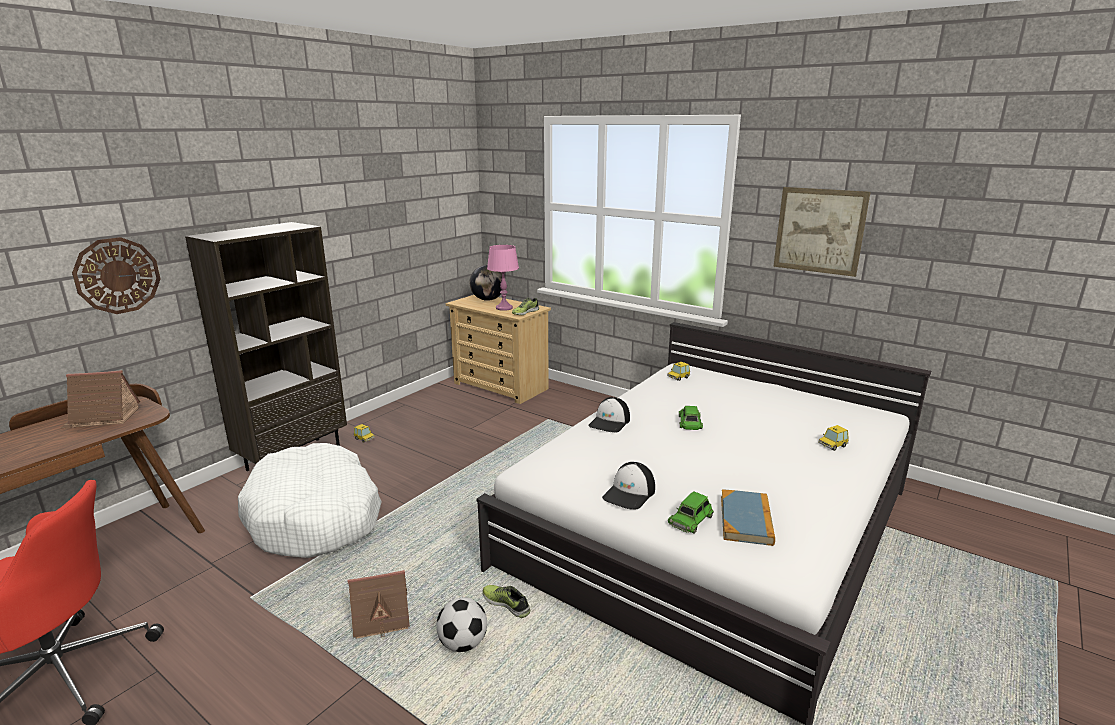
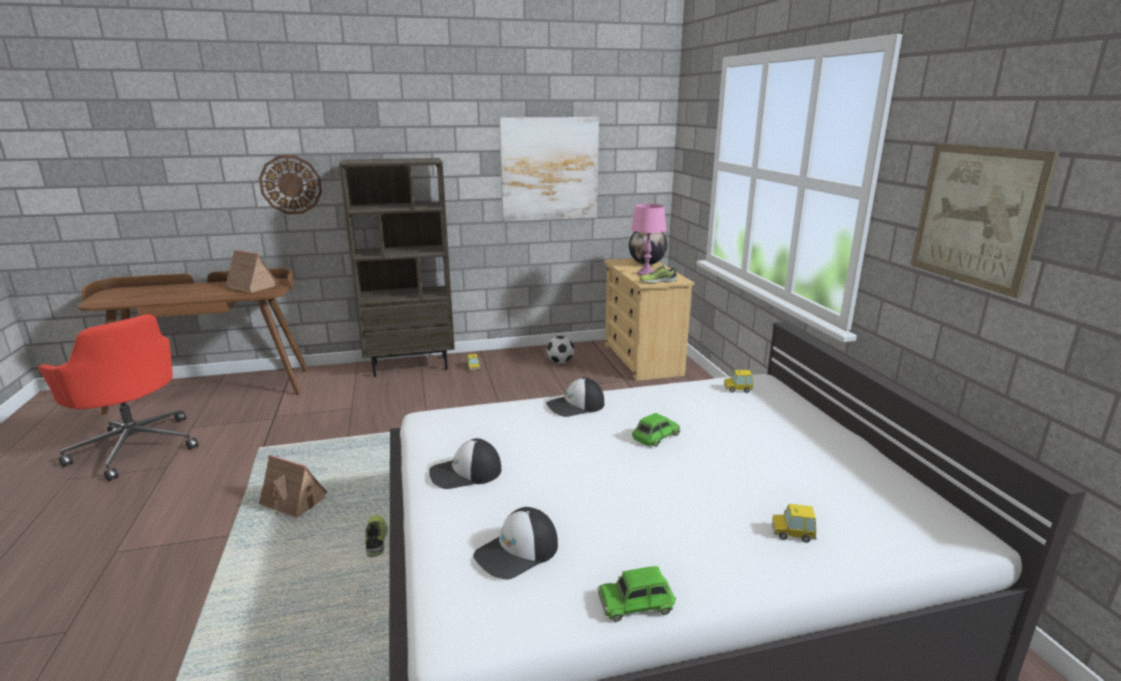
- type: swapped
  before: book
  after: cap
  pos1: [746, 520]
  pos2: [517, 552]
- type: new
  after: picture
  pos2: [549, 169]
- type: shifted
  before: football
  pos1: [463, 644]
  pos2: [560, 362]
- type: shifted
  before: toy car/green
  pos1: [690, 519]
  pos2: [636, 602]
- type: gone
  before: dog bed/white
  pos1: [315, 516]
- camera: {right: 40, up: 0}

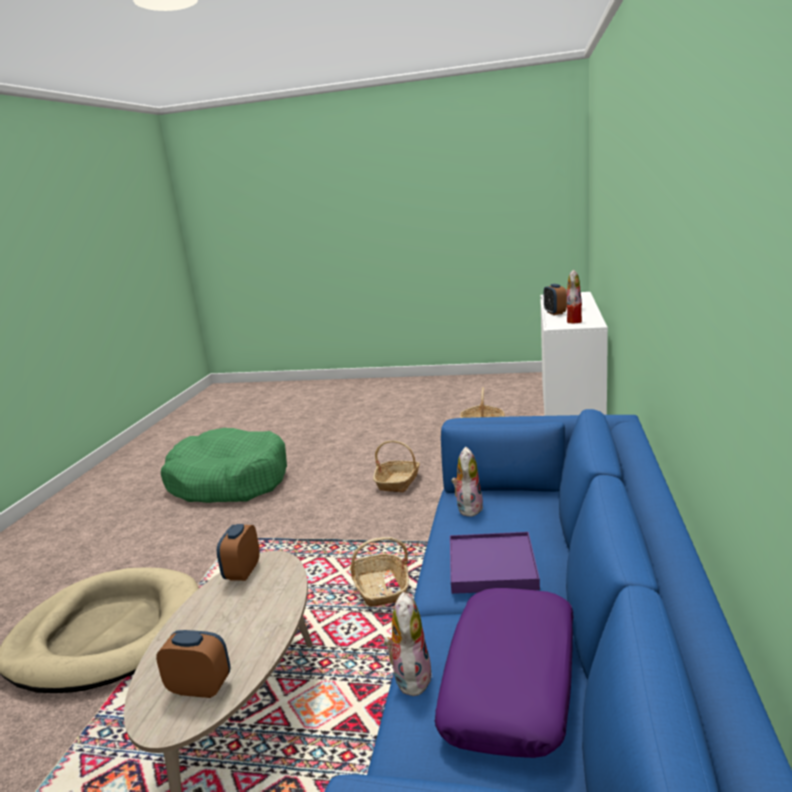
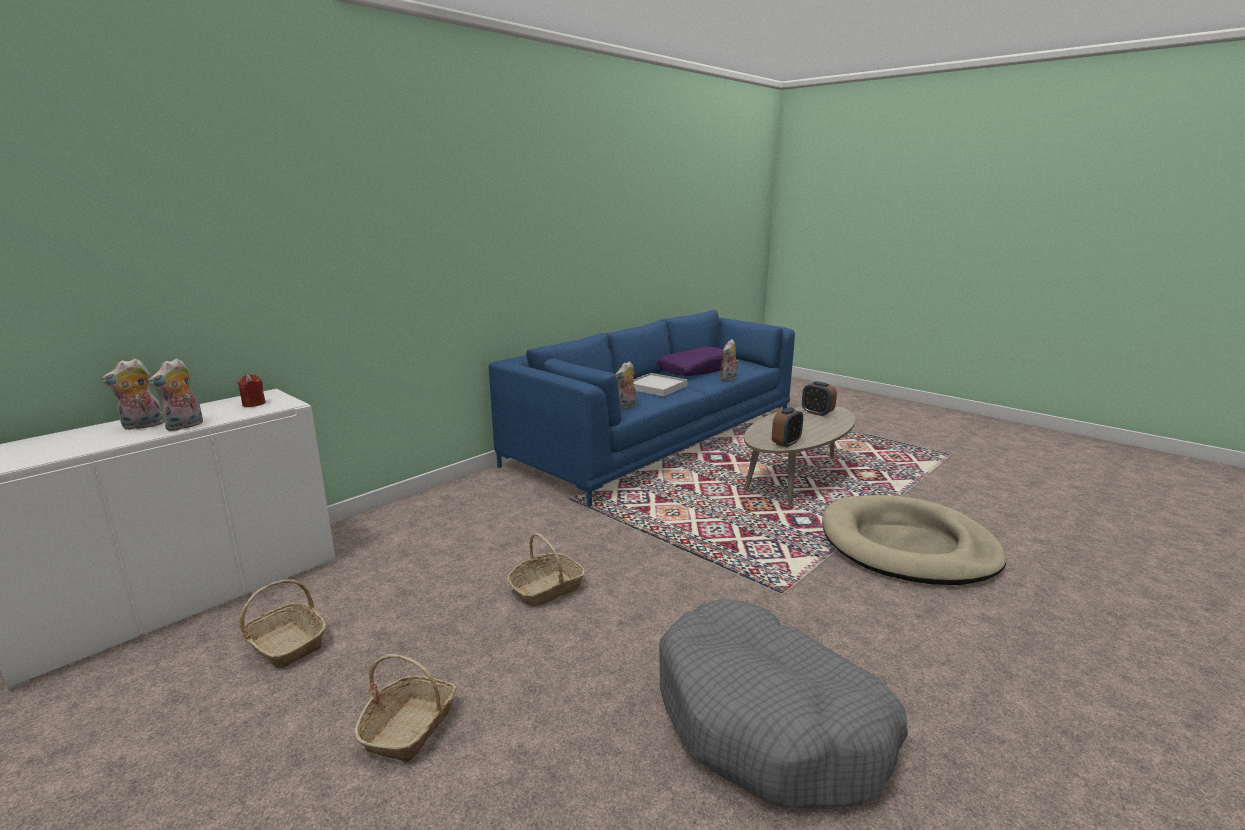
- type: swapped
  before: alarm clock
  after: plush toy
  pos1: [555, 313]
  pos2: [185, 426]
- type: shifted
  before: basket
  pos1: [381, 588]
  pos2: [410, 727]
- type: repainted
  before: tray/purple
  after: tray/white
  pos1: [492, 566]
  pos2: [656, 387]
- type: repainted
  before: dog bed/green
  after: dog bed/grey
  pos1: [229, 481]
  pos2: [769, 722]
- camera: {right: -150, up: 0}

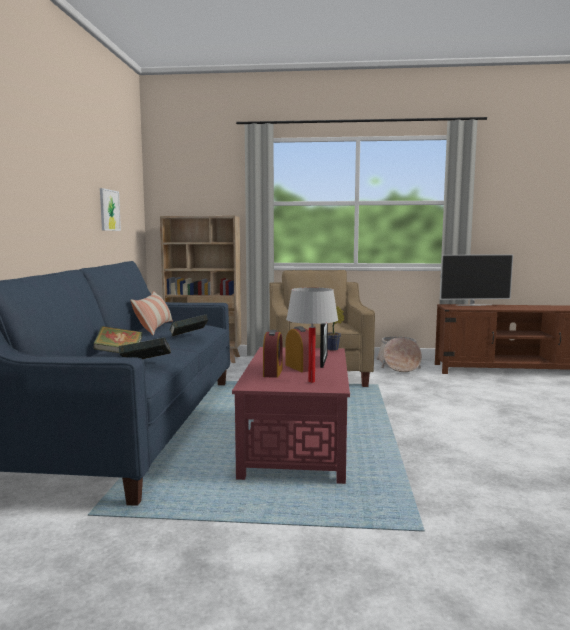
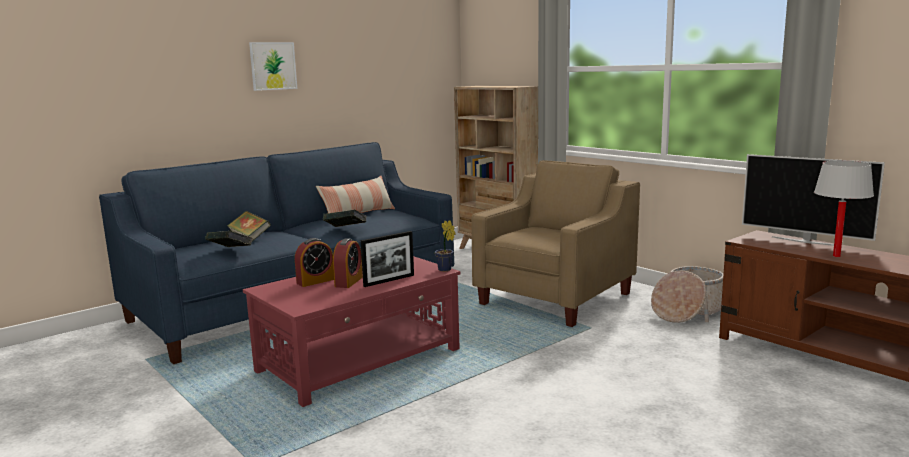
- type: shifted
  before: picture
  pos1: [109, 210]
  pos2: [273, 66]
- type: shifted
  before: table lamp/white
  pos1: [311, 381]
  pos2: [836, 256]
- camera: {right: 45, up: 5}

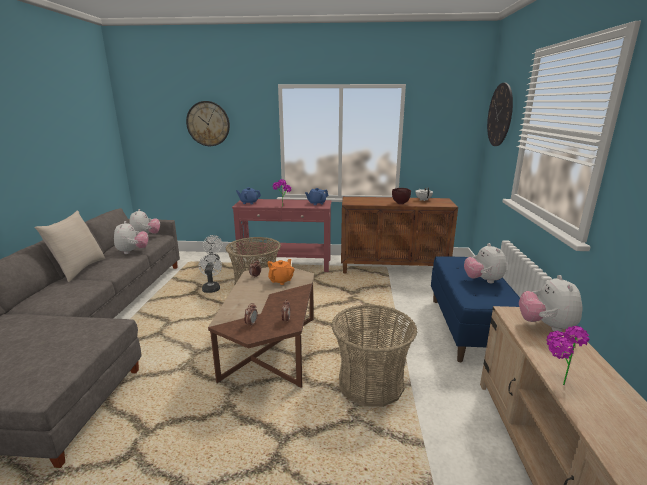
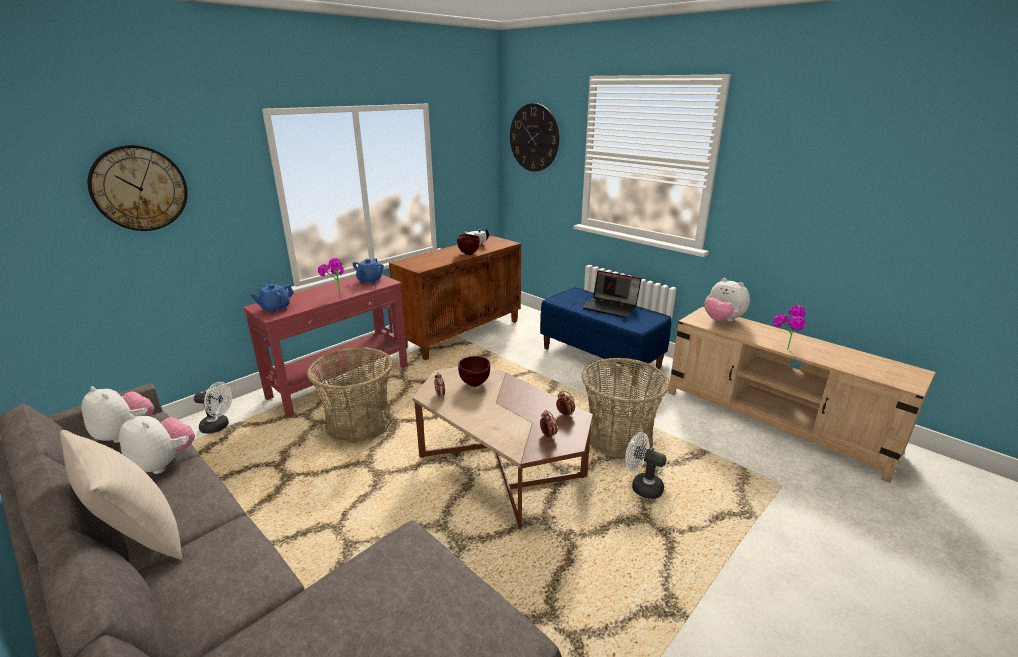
- type: swapped
  before: teapot/orange
  after: bowl/brown
  pos1: [281, 280]
  pos2: [475, 385]
- type: swapped
  before: plush toy
  after: laptop
  pos1: [483, 280]
  pos2: [611, 307]
- type: shifted
  before: fan/white
  pos1: [211, 288]
  pos2: [642, 486]
- camera: {right: -50, up: 5}

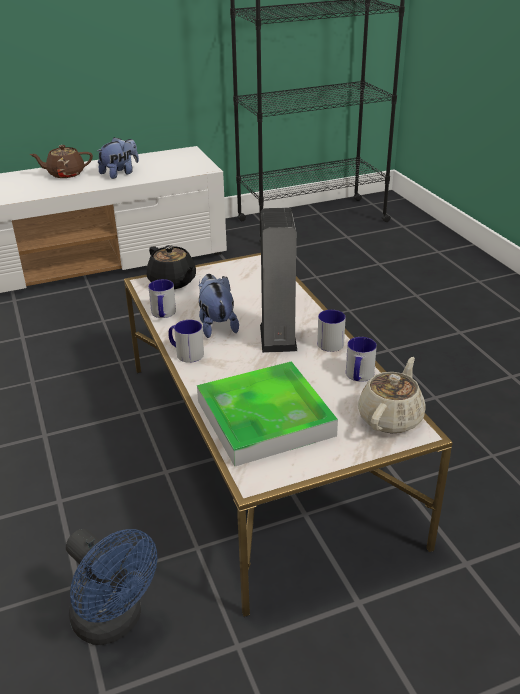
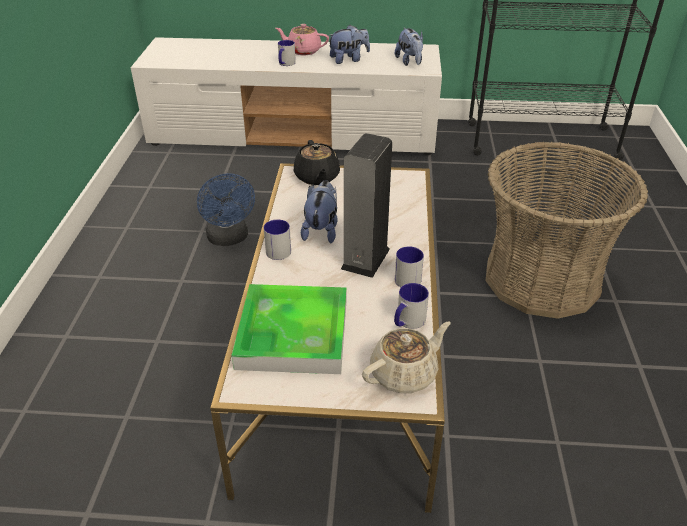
- type: shifted
  before: fan/blue
  pos1: [114, 622]
  pos2: [229, 239]
- type: repainted
  before: teapot/brown
  after: teapot/pink
  pos1: [65, 174]
  pos2: [303, 51]
- type: shifted
  before: mug
  pos1: [163, 314]
  pos2: [285, 64]
- type: new
  after: plush toy
  pos2: [410, 62]
- type: new
  after: basket
  pos2: [541, 279]
- camera: {right: 25, up: 5}

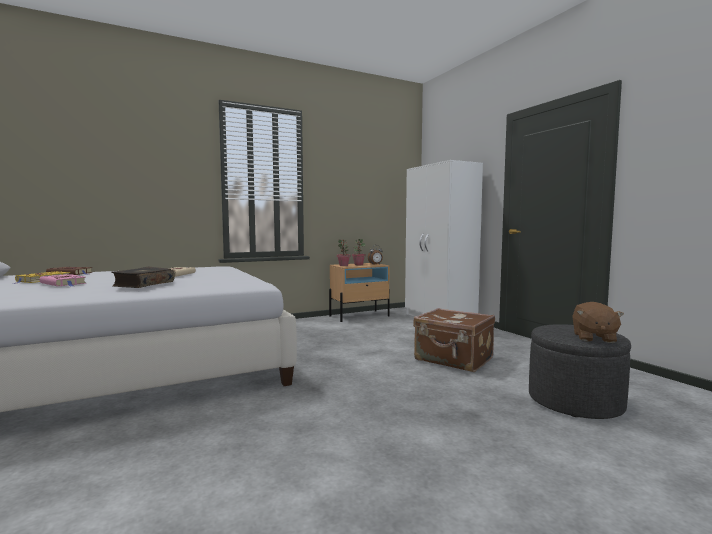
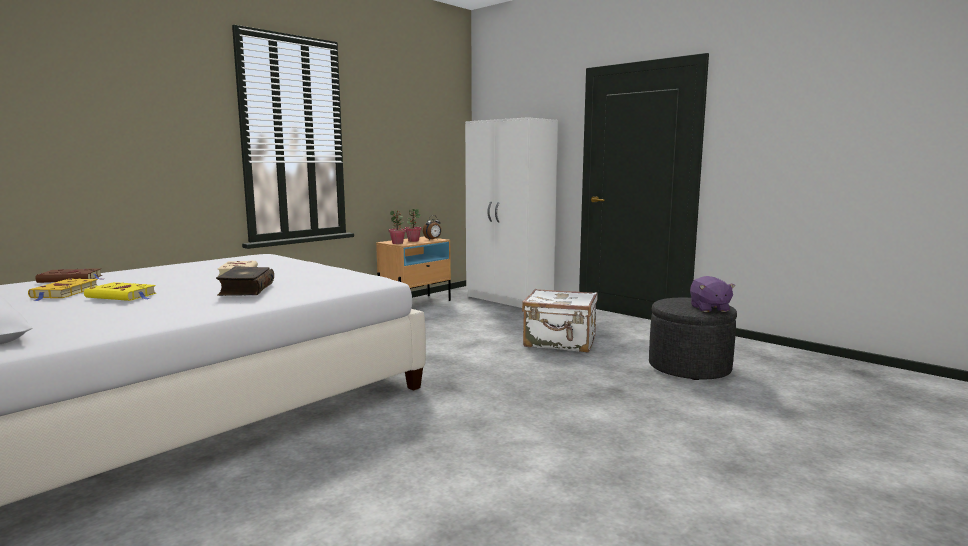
- type: repainted
  before: book/pink
  after: book/yellow
  pos1: [64, 283]
  pos2: [123, 296]
- type: repainted
  before: suitcase/brown
  after: suitcase/white
  pos1: [453, 360]
  pos2: [560, 342]
- type: repainted
  before: plush toy/brown
  after: plush toy/purple
  pos1: [593, 338]
  pos2: [709, 308]
- camera: {right: -20, up: 5}

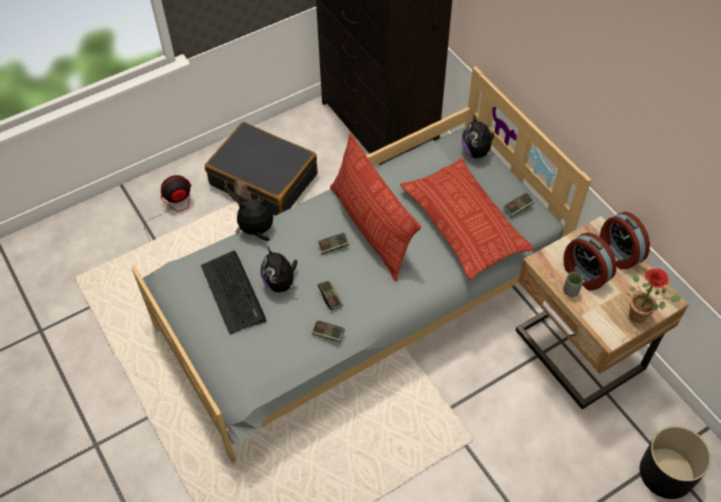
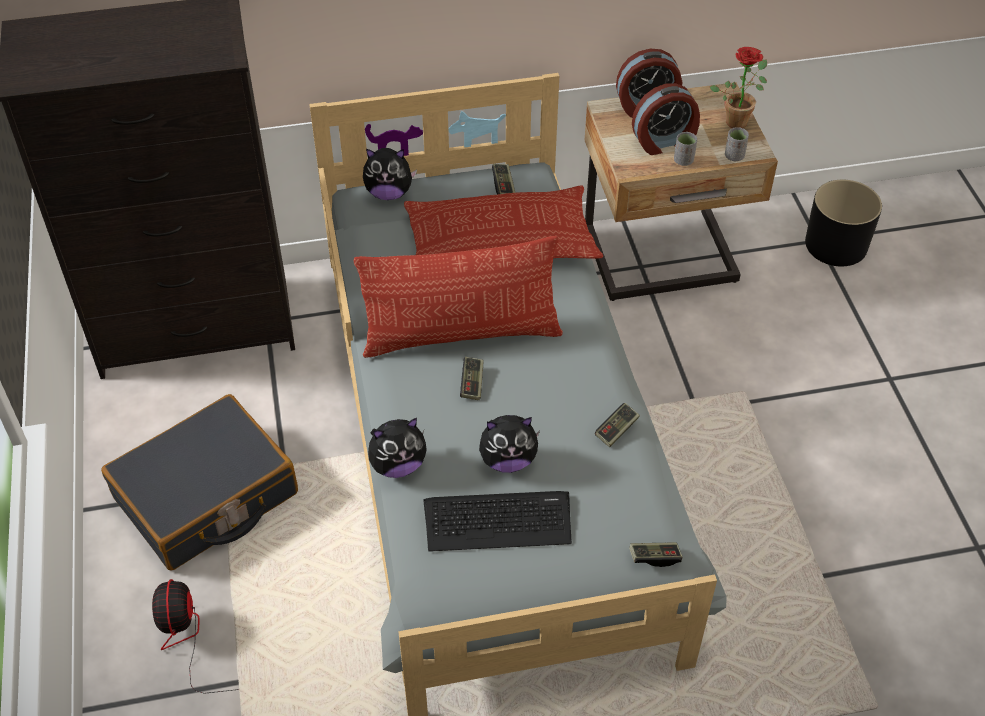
- type: rotated
  before: plush toy
  pos1: [257, 231]
  pos2: [397, 465]
  turn: -120
- type: shifted
  before: game controller
  pos1: [330, 298]
  pos2: [654, 557]
- type: new
  after: cup/grey
  pos2: [734, 156]
- camera: {right: -70, up: -5}

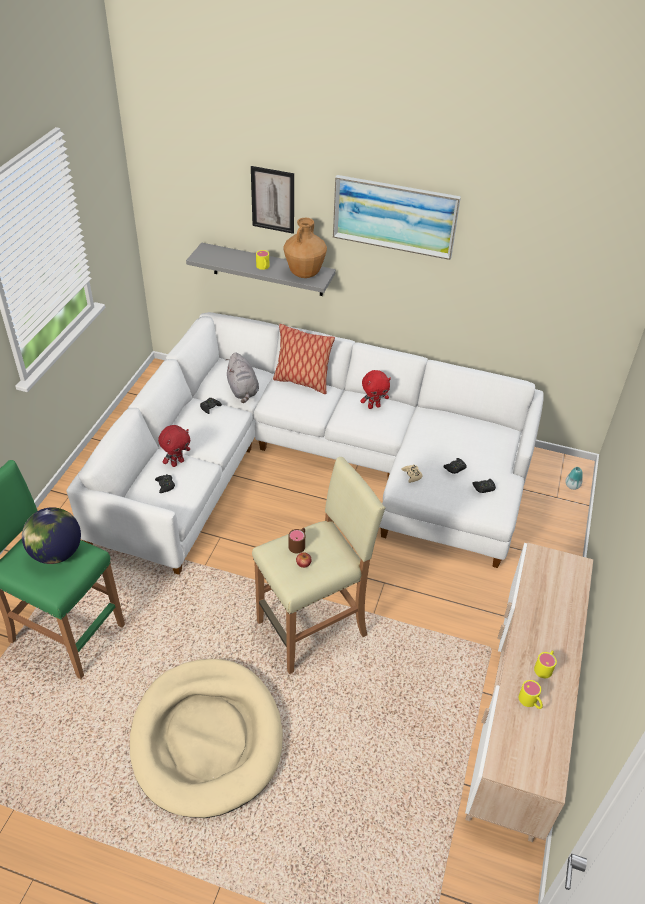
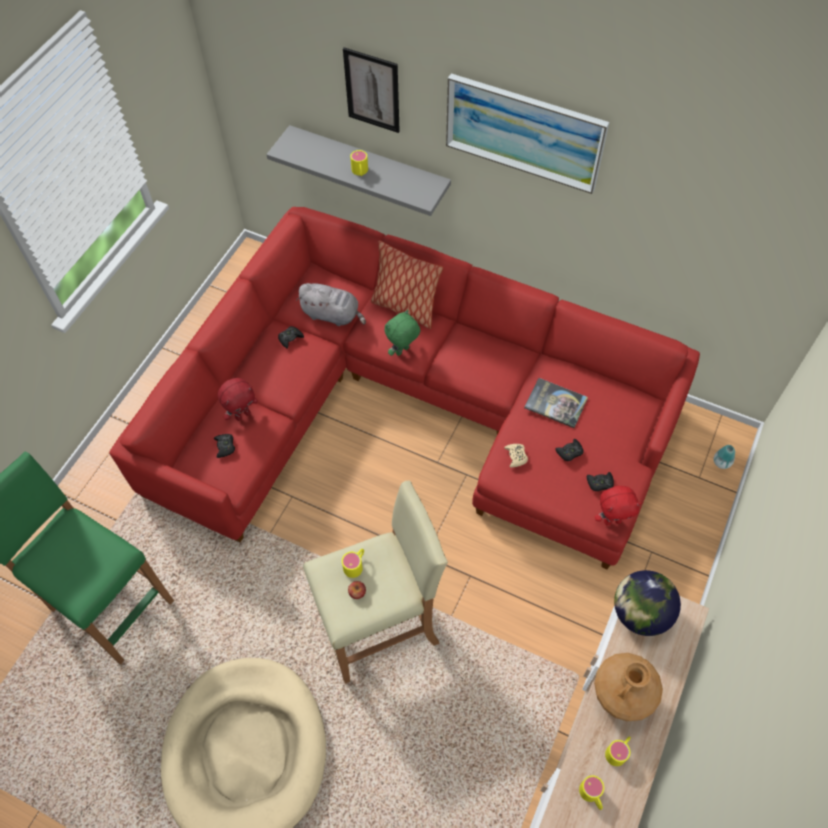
- type: repainted
  before: sofa/white
  after: sofa/red
  pos1: [312, 466]
  pos2: [411, 407]
- type: rotated
  before: plush toy/grey
  pos1: [243, 390]
  pos2: [333, 315]
  turn: -60
- type: repainted
  before: mug/brown
  after: mug/yellow
  pos1: [298, 544]
  pos2: [355, 565]
- type: new
  after: plush toy/green
  pos2: [403, 351]
- type: new
  after: book
  pos2: [556, 403]
- type: shifted
  before: vase/brown
  pos1: [304, 274]
  pos2: [620, 697]
- type: shifted
  before: plush toy/red
  pos1: [374, 406]
  pos2: [612, 520]
- type: shifted
  before: globe
  pos1: [56, 553]
  pos2: [640, 613]
- camera: {right: 10, up: 15}

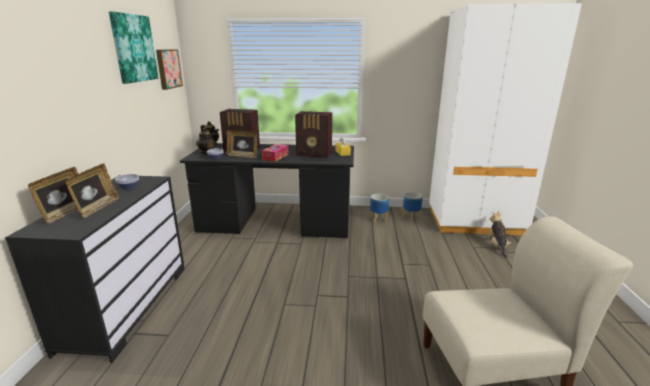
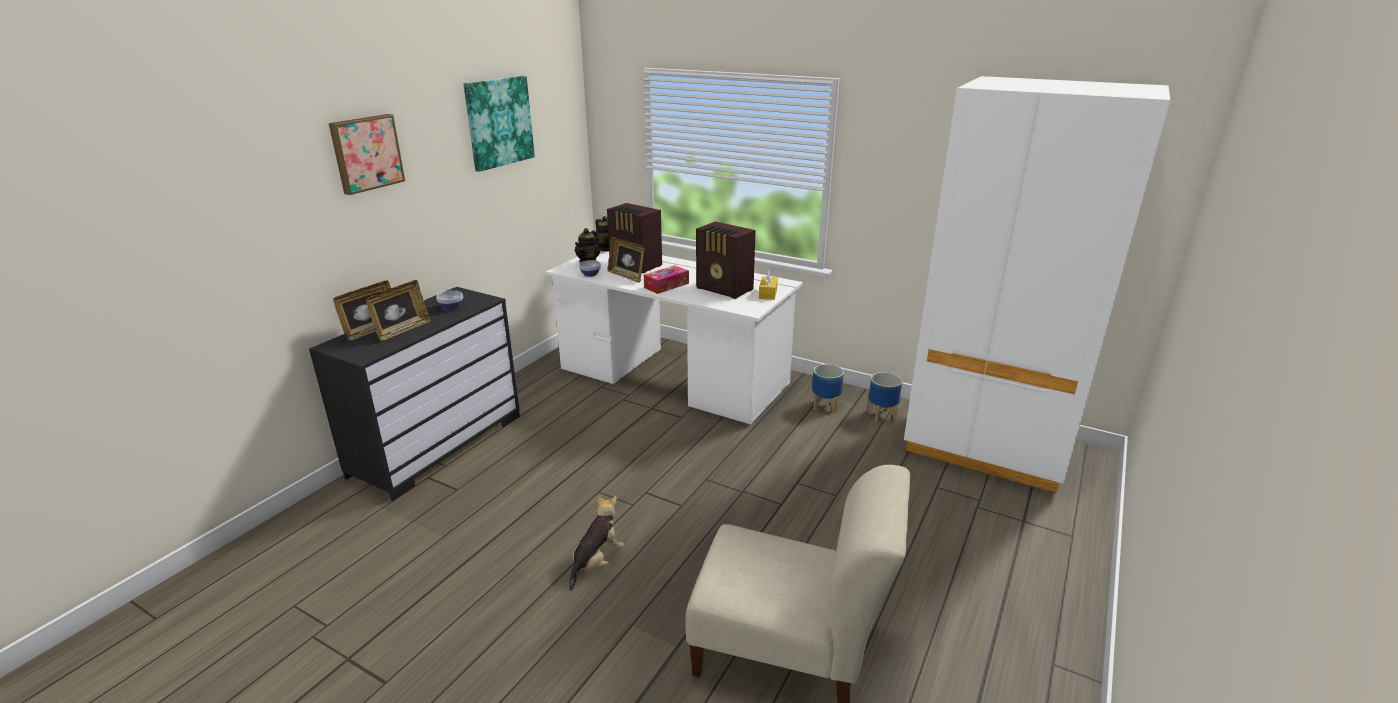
- type: shifted
  before: picture
  pos1: [168, 68]
  pos2: [366, 153]
- type: repainted
  before: desk/black
  after: desk/white
  pos1: [276, 222]
  pos2: [673, 377]
- type: shifted
  before: plush toy
  pos1: [497, 246]
  pos2: [596, 562]
- camera: {right: 25, up: 5}

